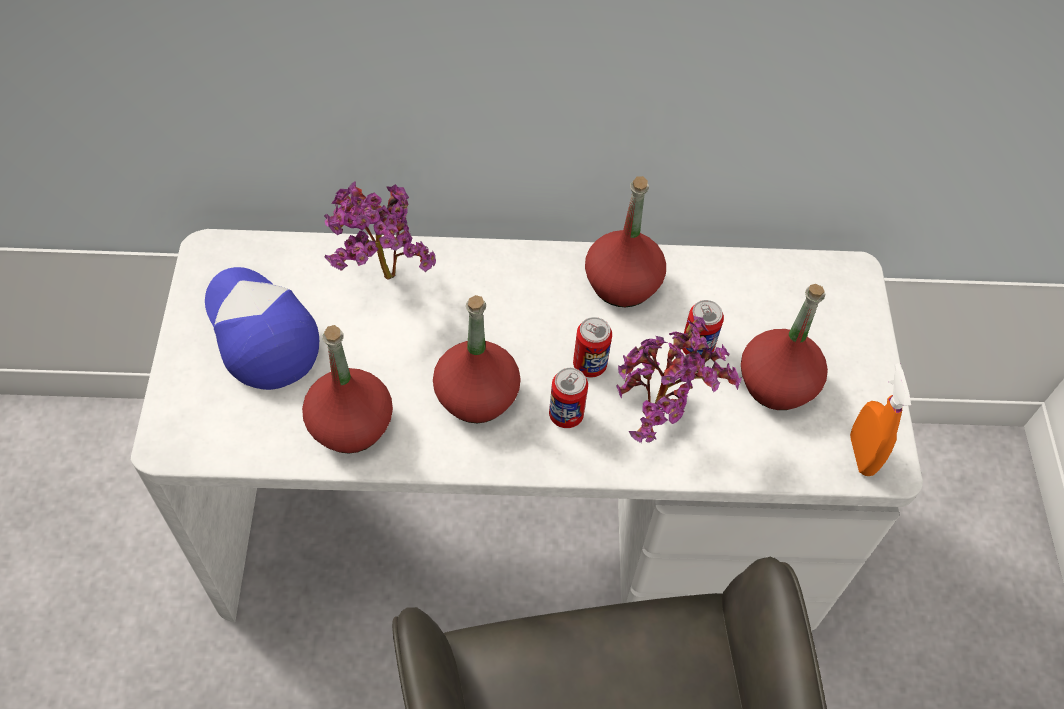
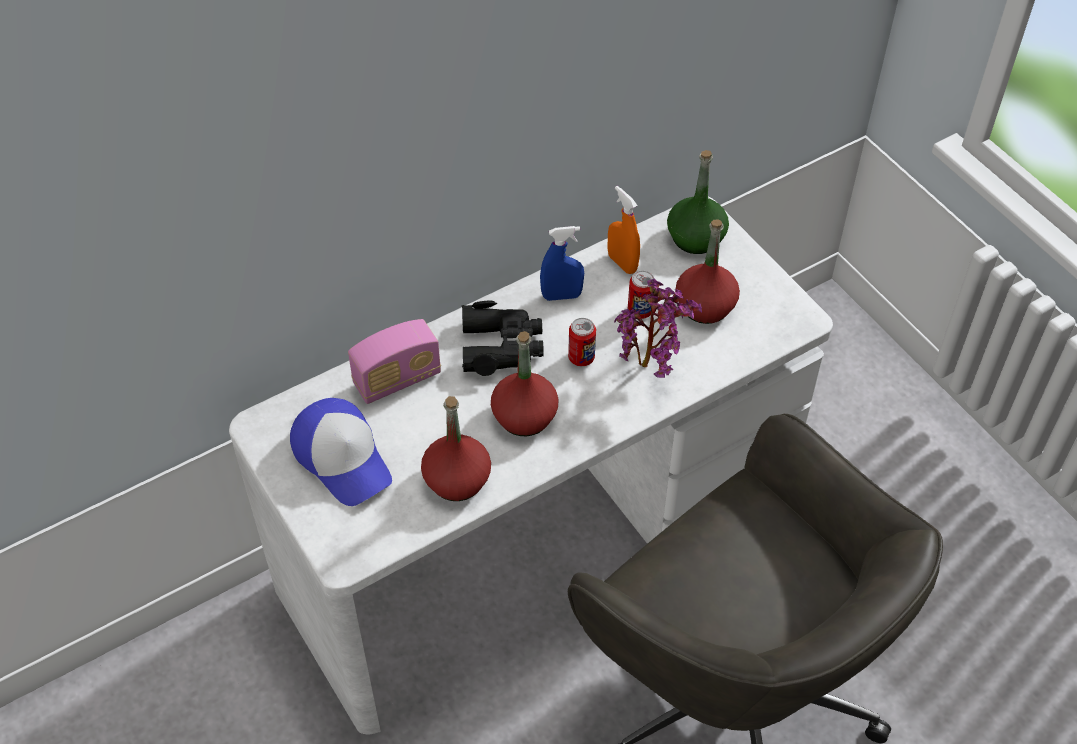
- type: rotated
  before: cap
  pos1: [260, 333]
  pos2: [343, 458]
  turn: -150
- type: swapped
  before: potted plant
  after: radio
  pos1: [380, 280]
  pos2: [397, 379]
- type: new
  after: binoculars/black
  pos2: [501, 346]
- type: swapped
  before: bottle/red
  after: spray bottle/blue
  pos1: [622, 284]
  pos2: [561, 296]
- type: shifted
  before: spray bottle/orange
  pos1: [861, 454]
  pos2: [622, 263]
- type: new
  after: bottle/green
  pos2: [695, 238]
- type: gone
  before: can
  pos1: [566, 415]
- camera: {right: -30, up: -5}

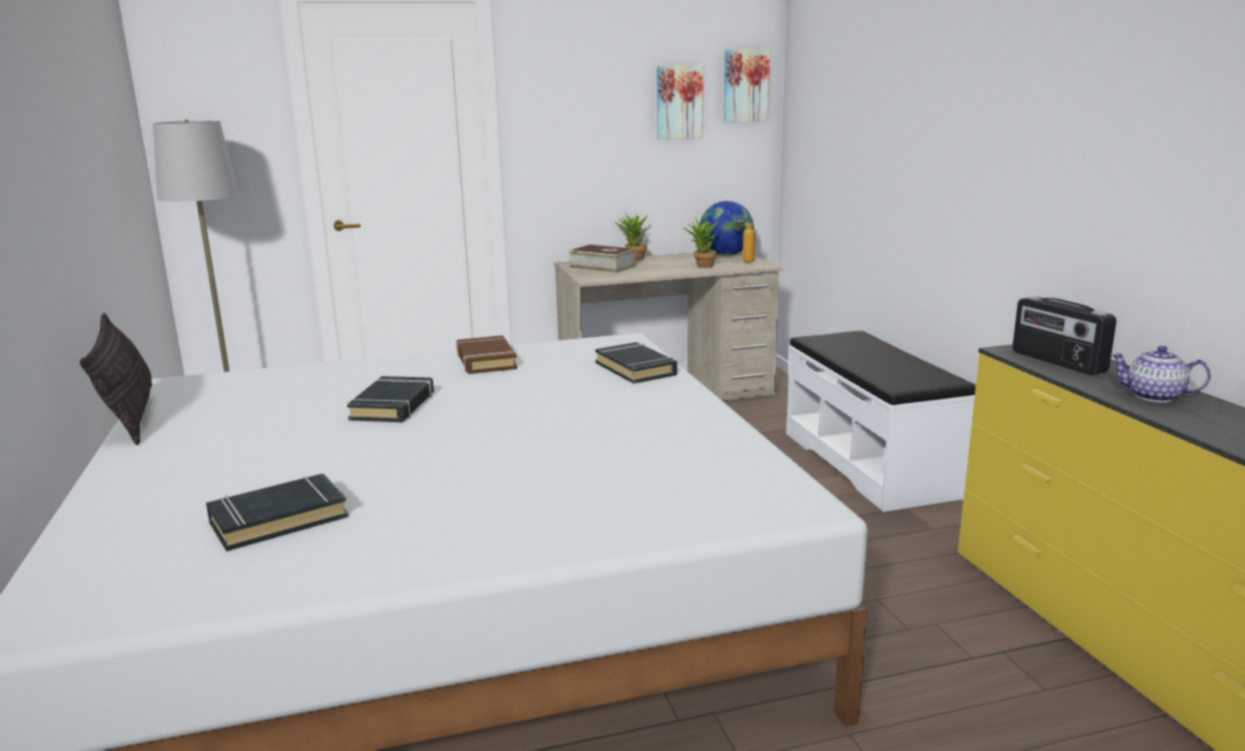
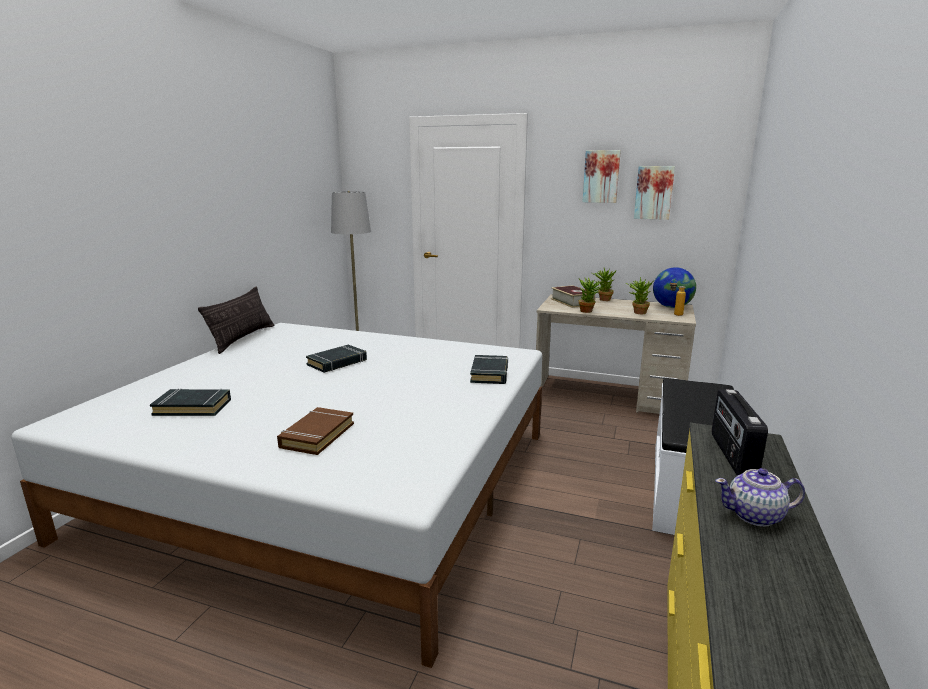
- type: shifted
  before: book/brown
  pos1: [485, 361]
  pos2: [317, 435]
- type: new
  after: potted plant
  pos2: [588, 311]
- type: shifted
  before: picture
  pos1: [745, 85]
  pos2: [601, 176]
- type: rotated
  before: teapot
  pos1: [1154, 396]
  pos2: [755, 516]
  turn: -60
- camera: {right: 35, up: 0}

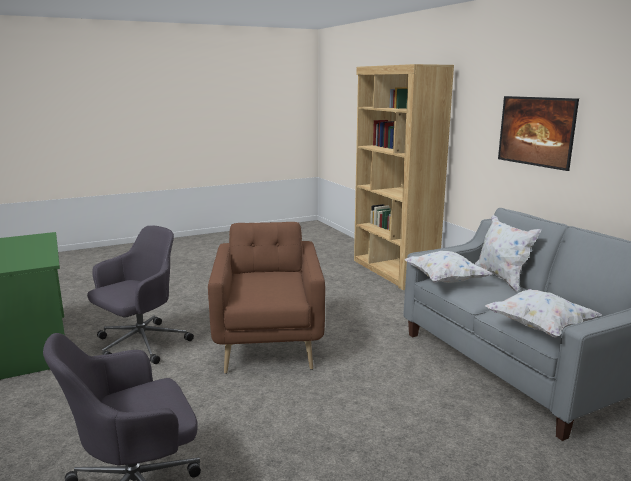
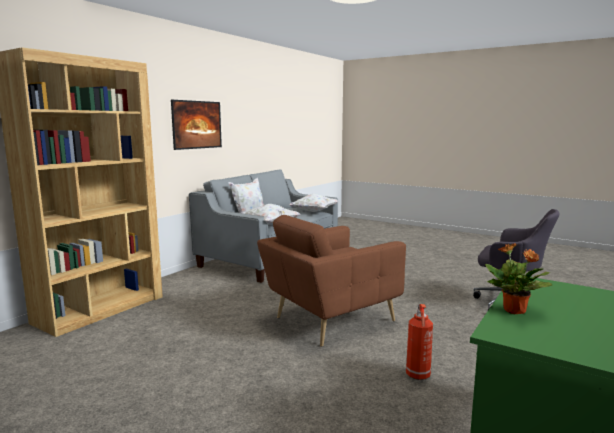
- type: swapped
  before: office chair/grey
  after: fire extinguisher
  pos1: [140, 344]
  pos2: [418, 376]
- type: new
  after: potted plant
  pos2: [515, 311]
- camera: {right: -120, up: -5}

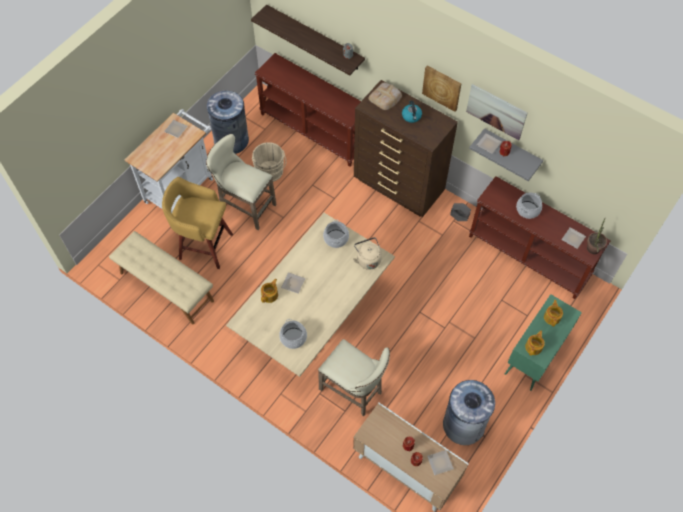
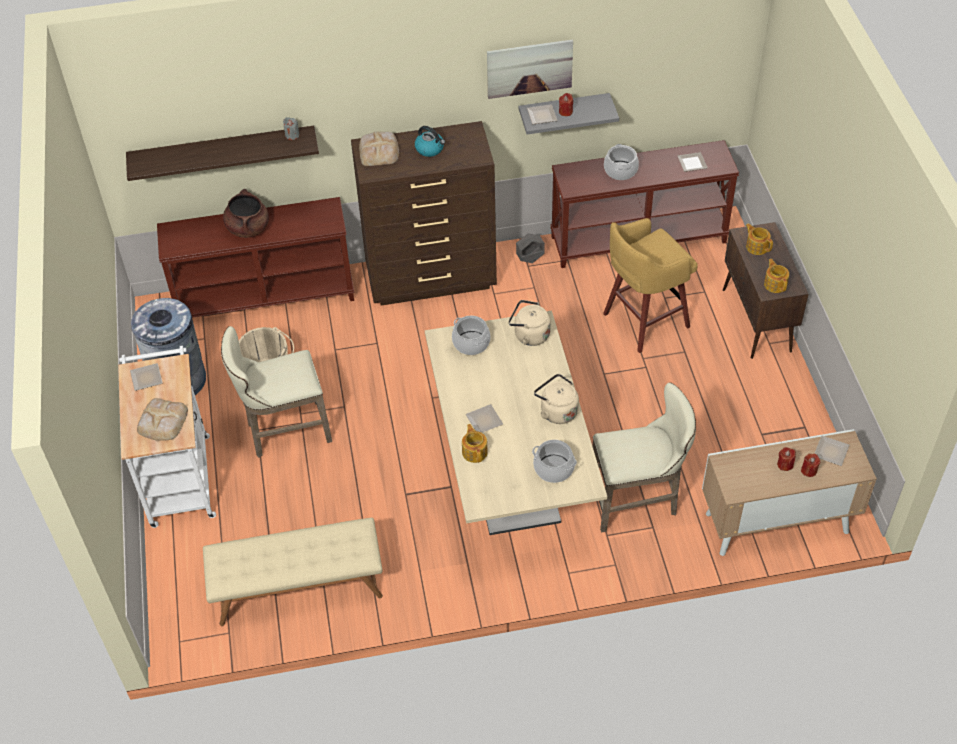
- type: new
  after: bread
  pos2: [162, 422]
- type: new
  after: cooking pot/brown
  pos2: [248, 228]
- type: new
  after: kettle/beige
  pos2: [557, 411]
- type: shifted
  before: stool/yellow
  pos1: [204, 246]
  pos2: [643, 321]
- type: repainted
  before: cabinet/green
  after: cabinet/brown
  pos1: [534, 357]
  pos2: [757, 321]
- type: gone
  before: picture
  pos1: [442, 87]
- type: gone
  before: trash can/grey
  pos1: [463, 424]
- type: gone
  before: potted plant
  pos1: [592, 251]
- camera: {right: -45, up: -10}

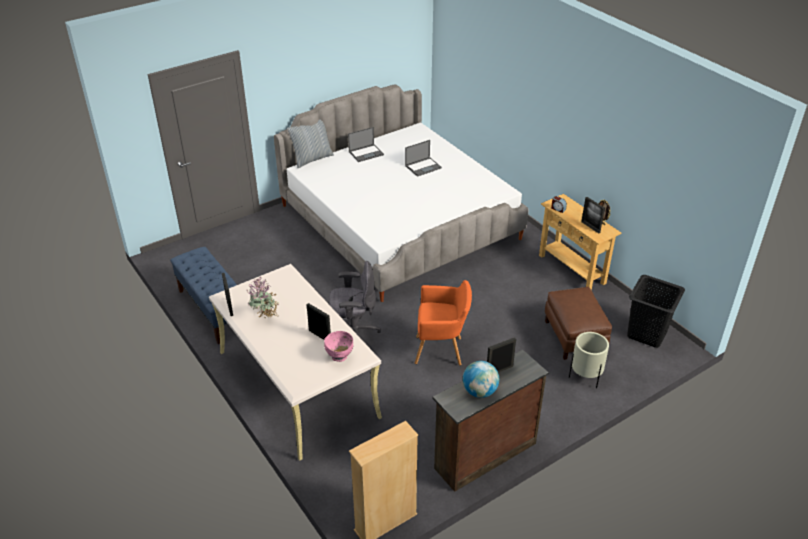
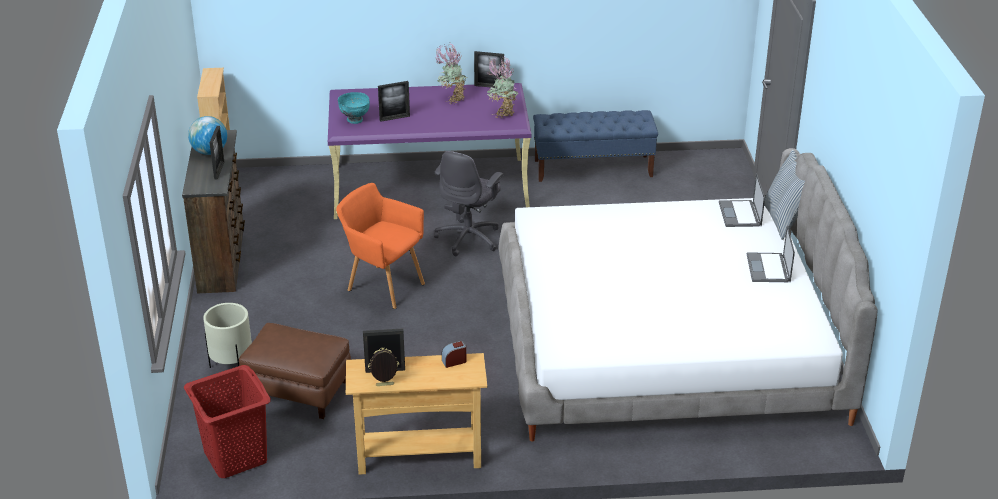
- type: repainted
  before: laundry basket/black
  after: laundry basket/red
  pos1: [646, 333]
  pos2: [236, 457]
- type: repainted
  before: desk/beige
  after: desk/purple
  pos1: [297, 383]
  pos2: [431, 188]
- type: rotated
  before: armchair/orange
  pos1: [441, 351]
  pos2: [383, 285]
  turn: 90
- type: repainted
  before: bowl/pink
  after: bowl/turquoise
  pos1: [339, 357]
  pos2: [354, 120]
- type: new
  after: potted plant
  pos2: [502, 113]
- type: shifted
  before: laptop
  pos1: [423, 167]
  pos2: [740, 214]
- camera: {right: 120, up: -5}

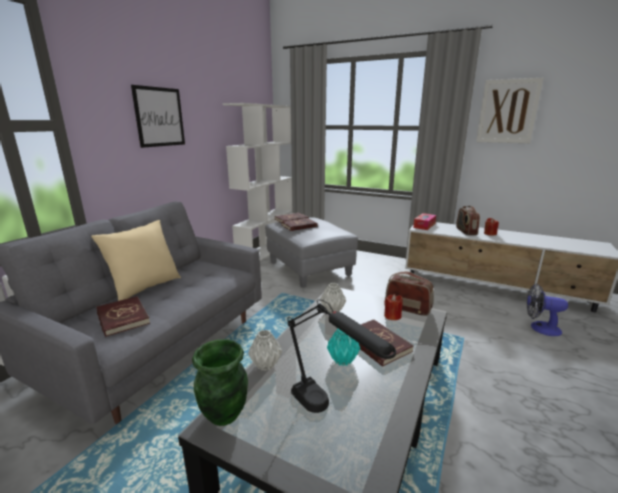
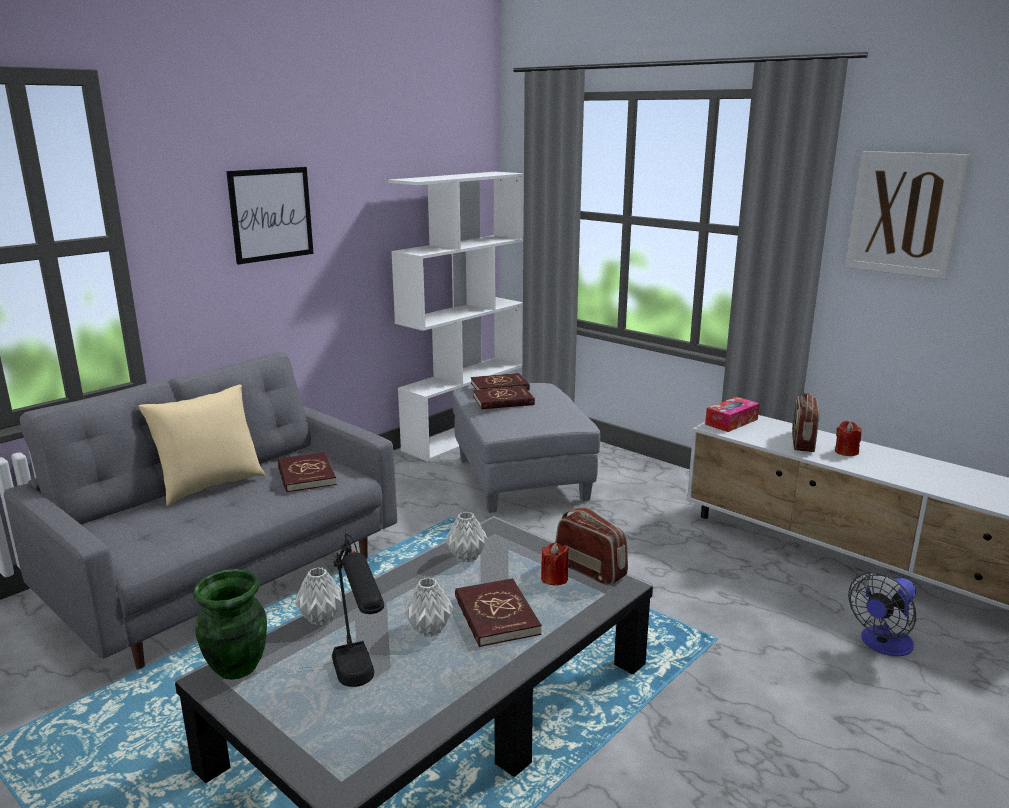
- type: shifted
  before: book/red
  pos1: [122, 318]
  pos2: [306, 475]
- type: repainted
  before: vase/turquoise
  after: vase/grey
  pos1: [343, 360]
  pos2: [430, 629]
- type: rotated
  before: fan
  pos1: [540, 328]
  pos2: [882, 645]
  turn: -75
- camera: {right: 15, up: 0}

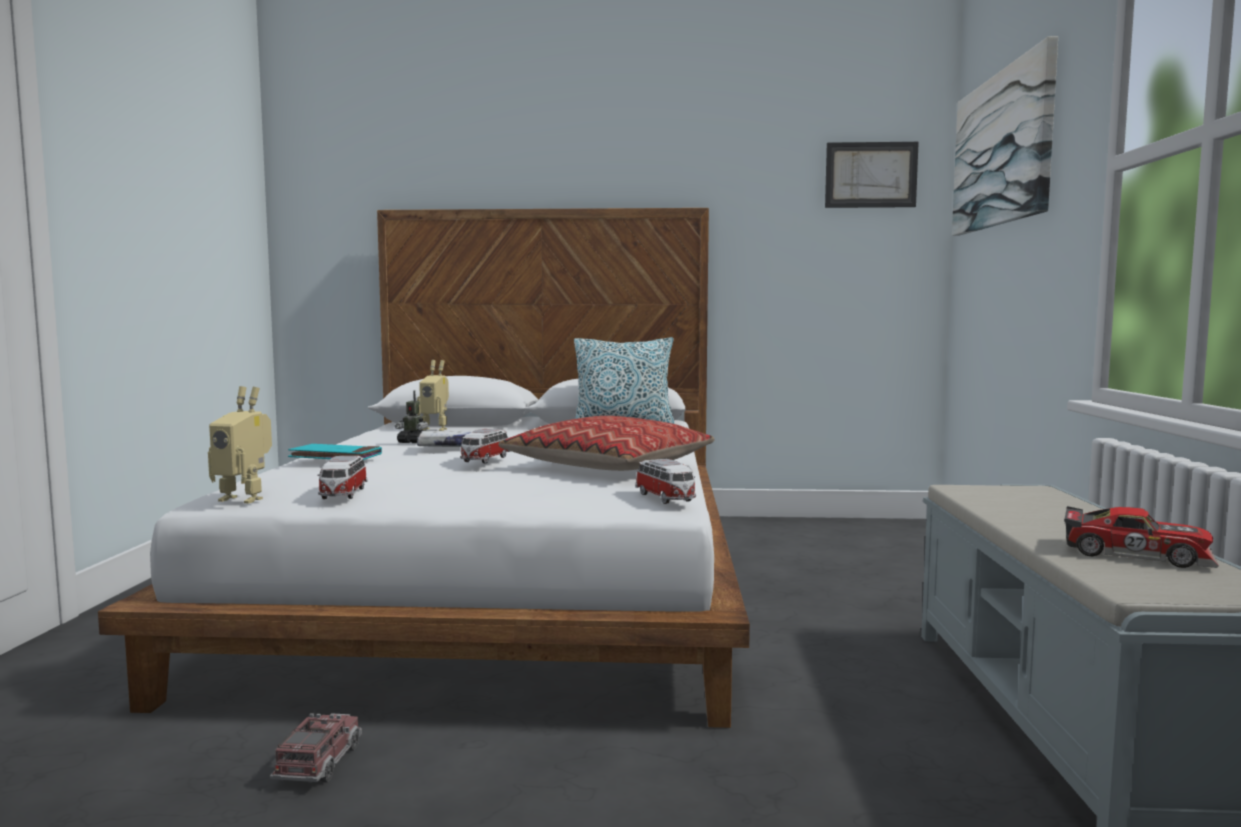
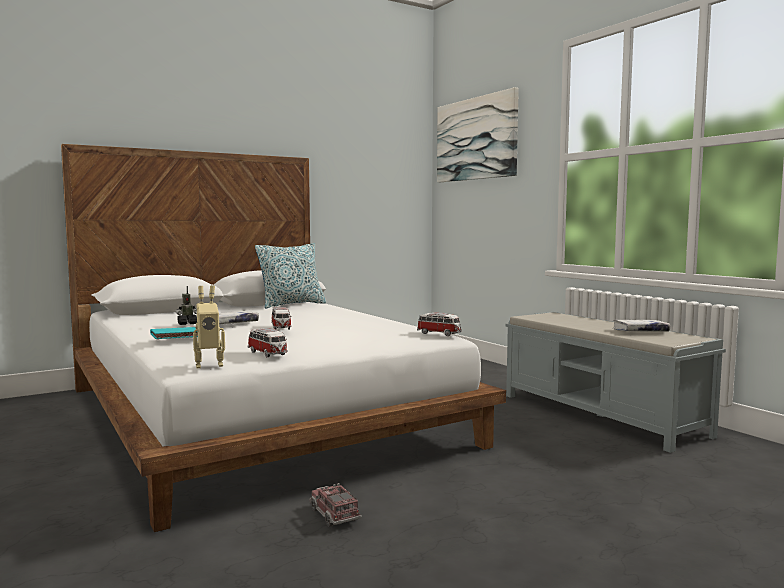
- type: swapped
  before: toy car
  after: book/white
  pos1: [1135, 553]
  pos2: [640, 331]
- type: gone
  before: toy robot
  pos1: [435, 429]
- type: gone
  before: pillow
  pos1: [608, 465]
- type: gone
  before: picture
  pos1: [870, 175]
- camera: {right: -35, up: 0}

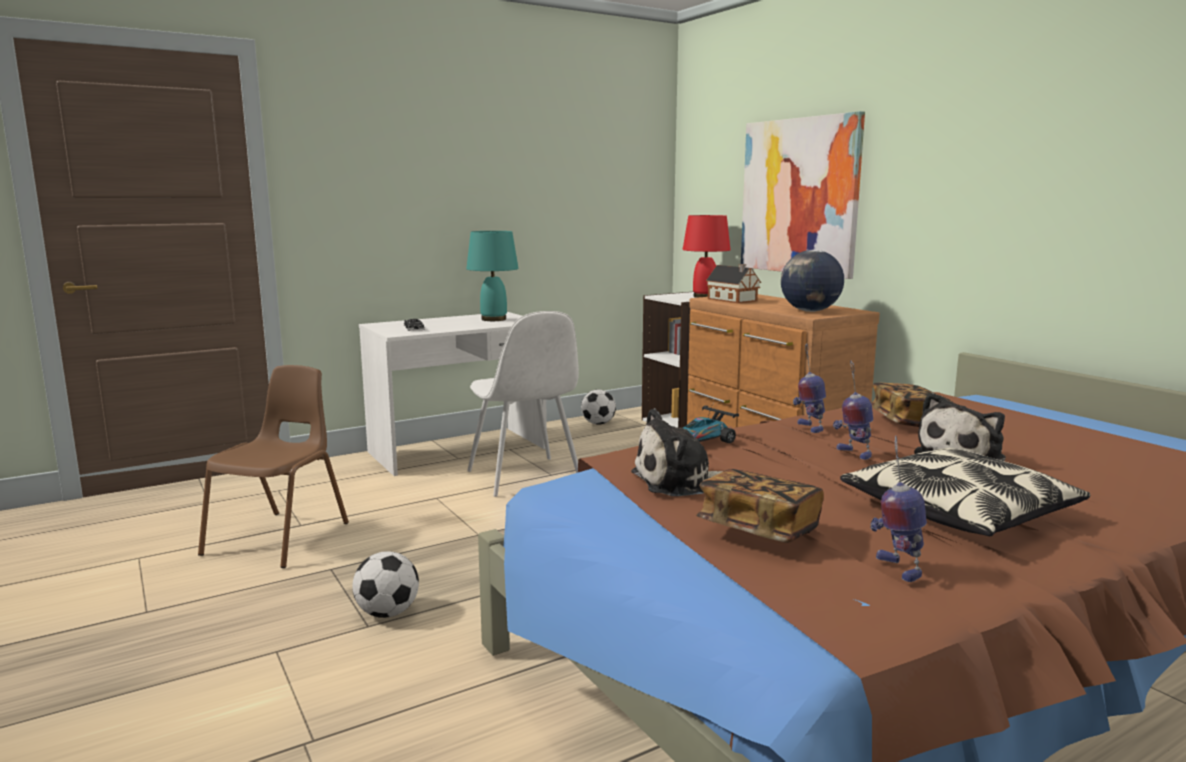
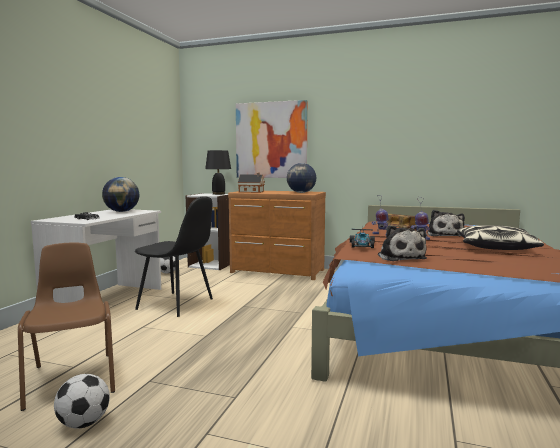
- type: shifted
  before: football
  pos1: [387, 613]
  pos2: [84, 423]
- type: swapped
  before: table lamp/turquoise
  after: globe
  pos1: [494, 319]
  pos2: [122, 211]
- type: repainted
  before: chair/white
  after: chair/black
  pos1: [525, 477]
  pos2: [177, 304]
- type: repainted
  before: table lamp/red
  after: table lamp/black
  pos1: [705, 296]
  pos2: [218, 194]
- type: rotated
  before: plush toy
  pos1: [680, 482]
  pos2: [400, 257]
  turn: -45
- type: gone
  before: book
  pos1: [759, 529]
- type: gone
  before: toy robot
  pos1: [897, 568]
- camera: {right: -40, up: -5}

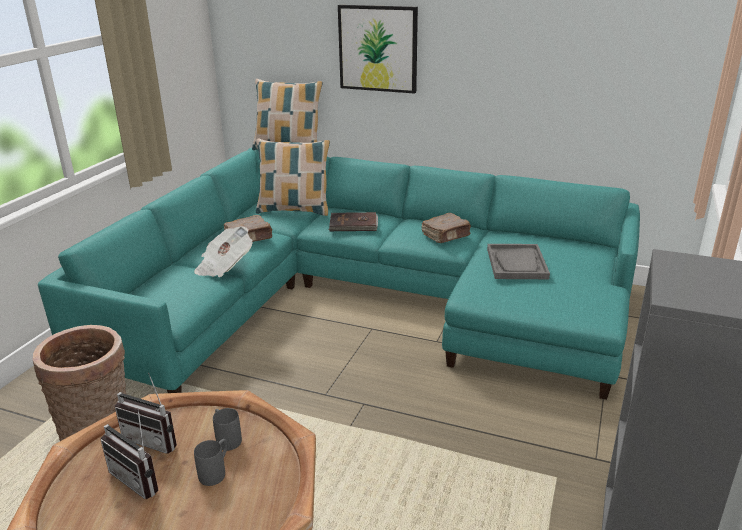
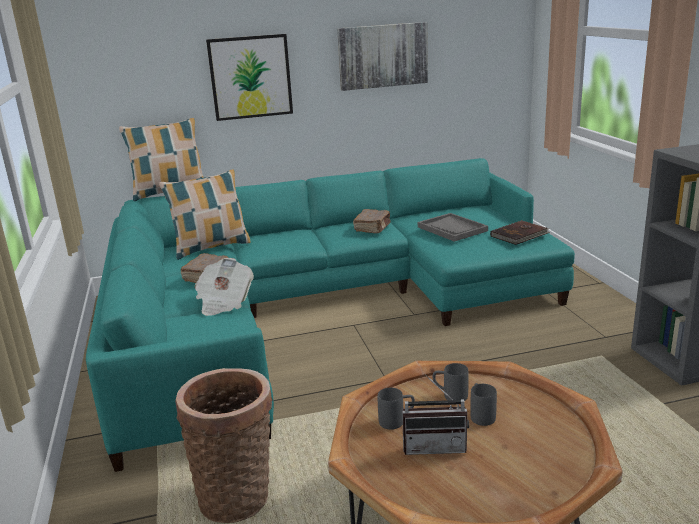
- type: new
  after: picture
  pos2: [383, 56]
- type: swapped
  before: radio
  after: mug/grey
  pos1: [155, 439]
  pos2: [397, 421]
- type: shifted
  before: book/brown
  pos1: [353, 224]
  pos2: [520, 235]
- camera: {right: -35, up: -5}

